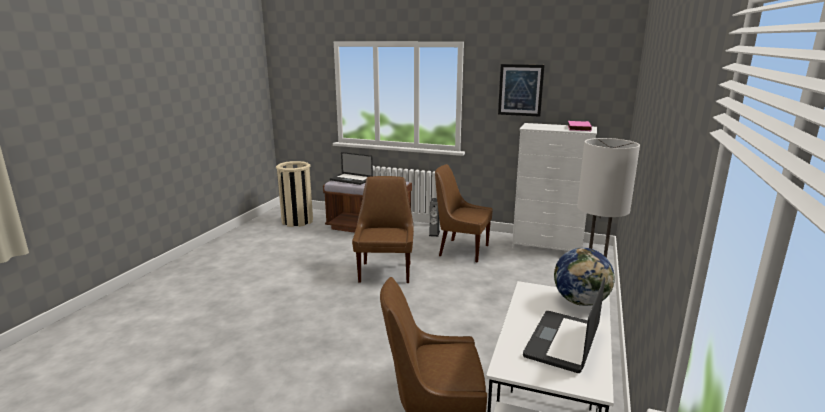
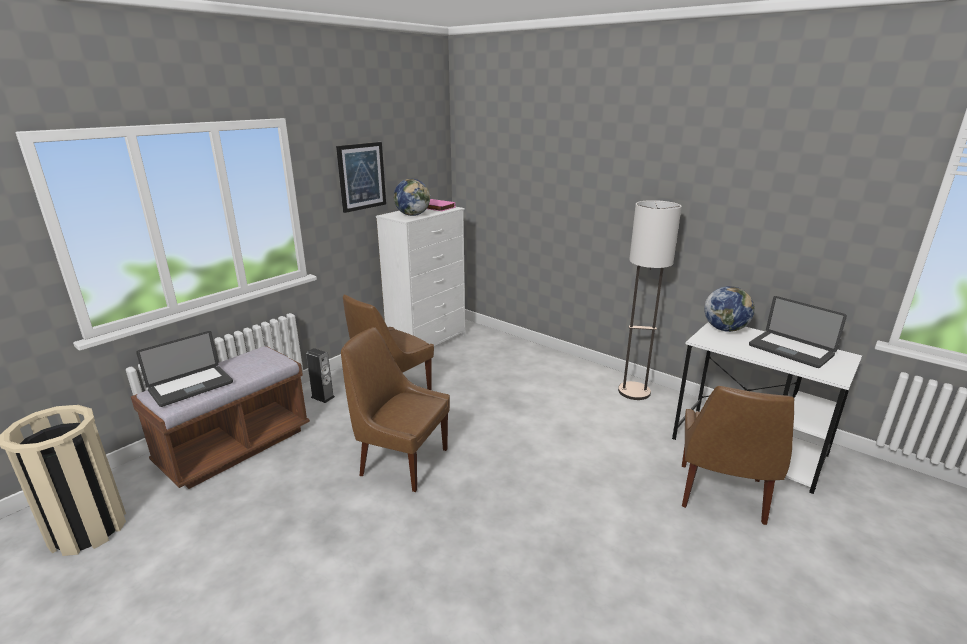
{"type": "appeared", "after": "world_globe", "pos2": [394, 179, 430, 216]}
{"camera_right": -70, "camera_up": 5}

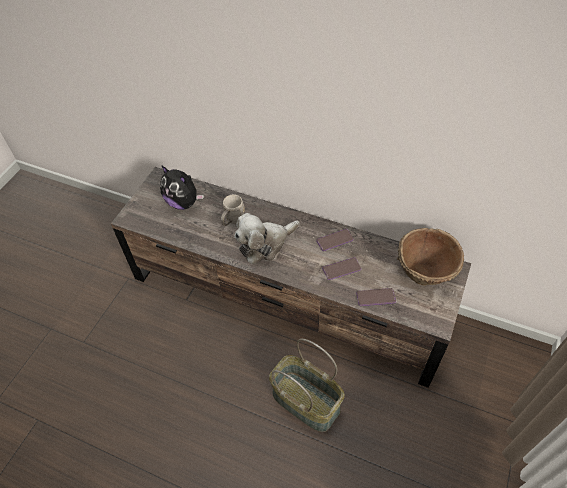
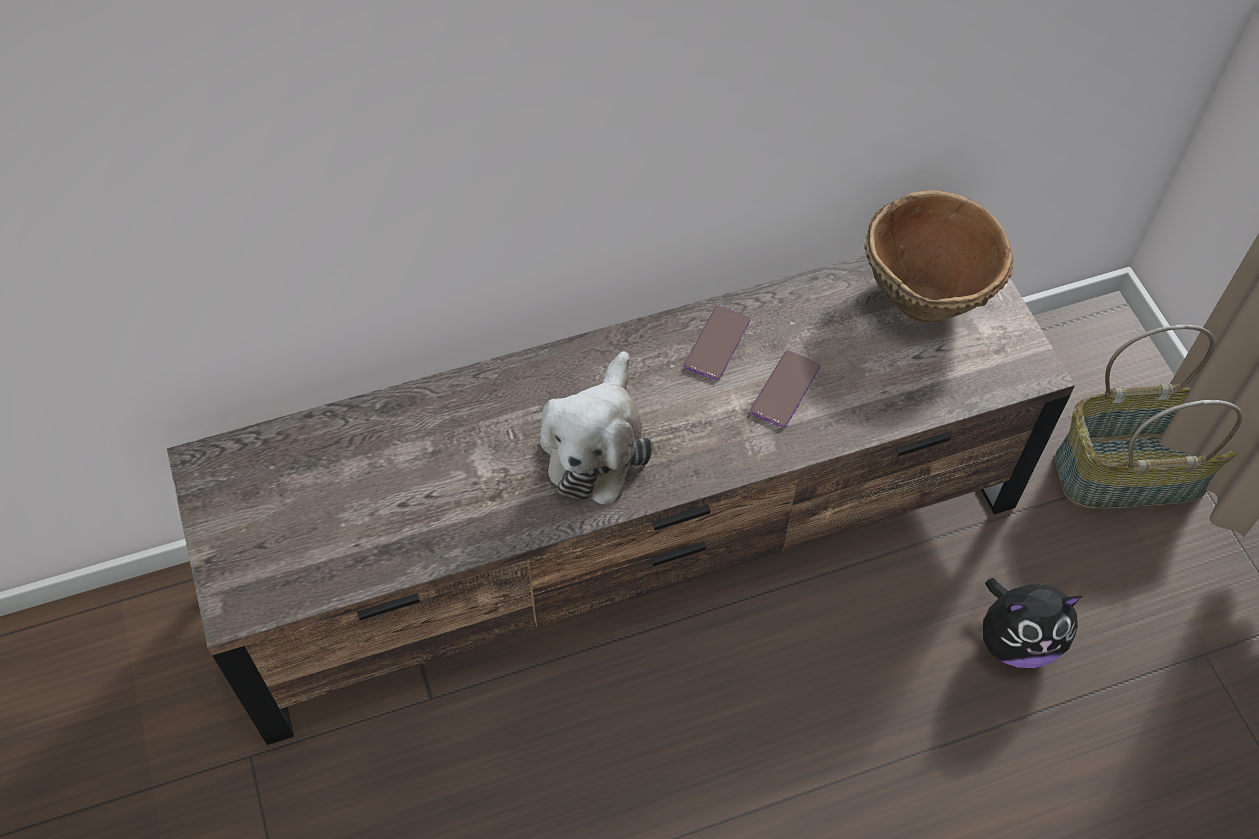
{"type": "relocated", "before": "soft_toy", "pos1": [160, 165, 204, 210], "pos2": [983, 578, 1083, 668]}
{"type": "relocated", "before": "household_basket", "pos1": [269, 339, 345, 432], "pos2": [1055, 324, 1242, 509]}
{"type": "missing", "before": "grey_coffee_mug", "pos1": [221, 195, 245, 226]}
{"type": "missing", "before": "handset", "pos1": [356, 288, 396, 306]}
{"camera_right": -45, "camera_up": 5}

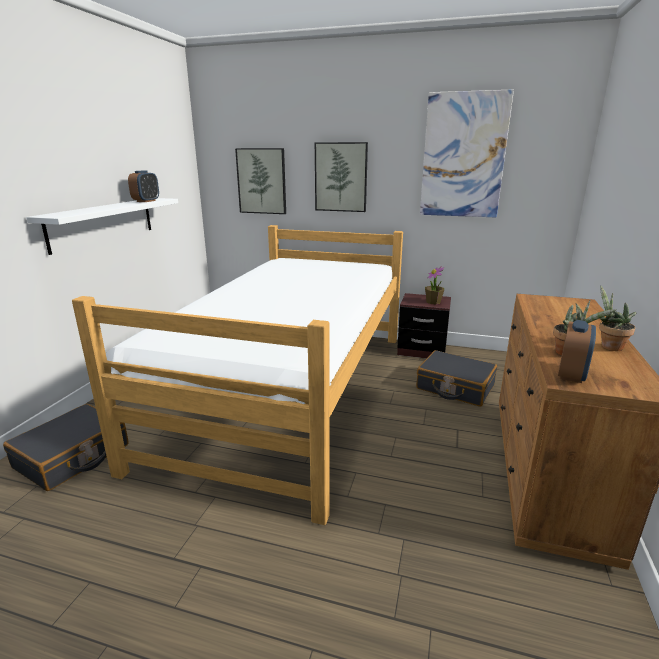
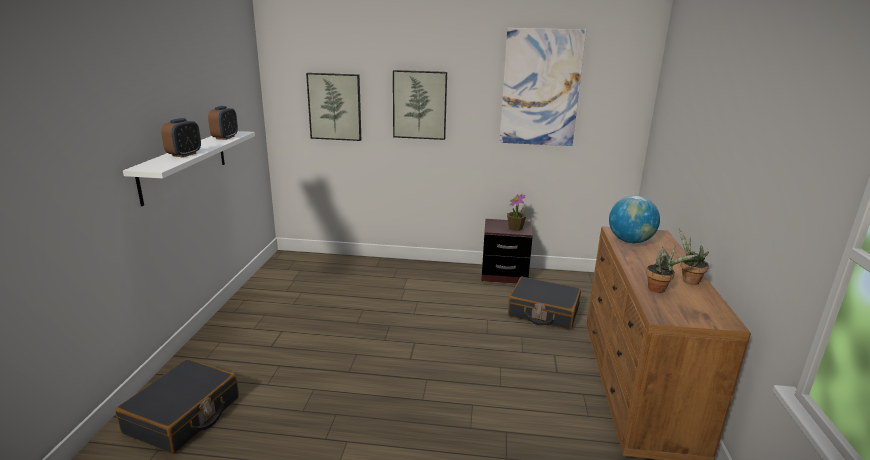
{"type": "relocated", "before": "alarm_clock", "pos1": [558, 320, 596, 383], "pos2": [161, 118, 201, 157]}
{"type": "appeared", "after": "world_globe", "pos2": [609, 196, 660, 243]}
{"type": "missing", "before": "bedroom_bed", "pos1": [72, 225, 403, 525]}
{"camera_right": -10, "camera_up": 0}

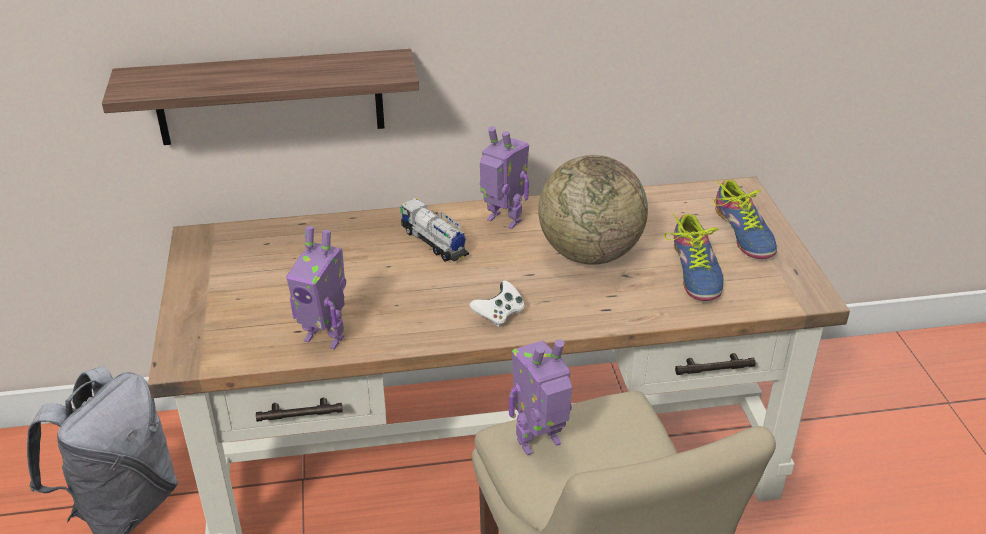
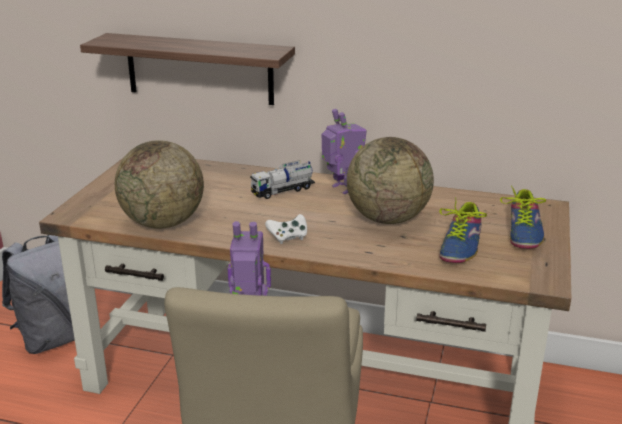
{"type": "exchanged", "before": "robot_figure", "after": "world_globe", "pos1": [286, 226, 346, 349], "pos2": [115, 140, 204, 229]}
{"type": "spun", "before": "toy_lorry", "pos1": [400, 198, 469, 262], "pos2": [250, 160, 315, 199], "turn": -105}
{"camera_right": 25, "camera_up": -10}

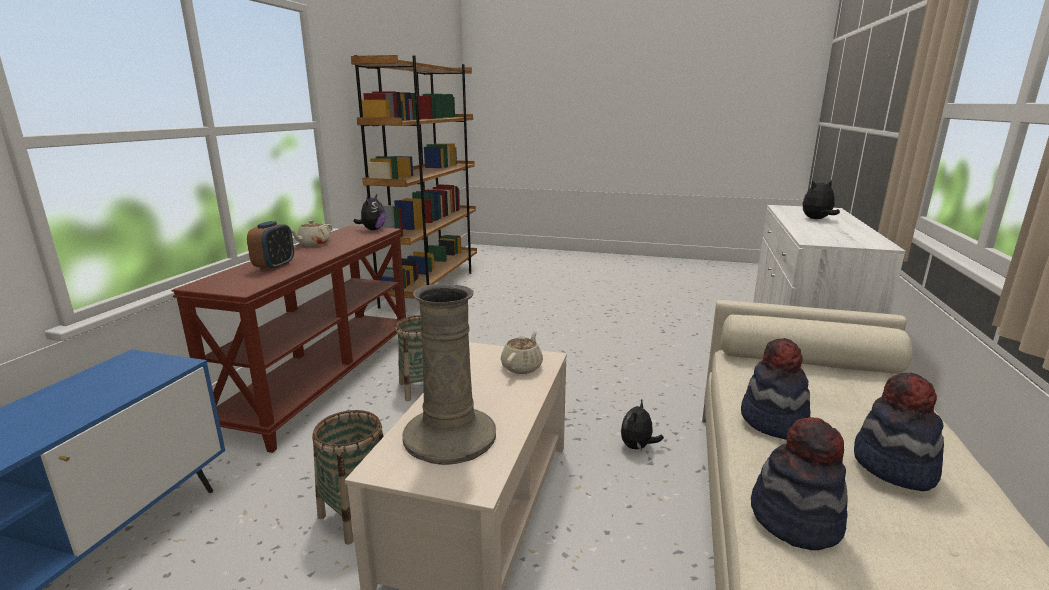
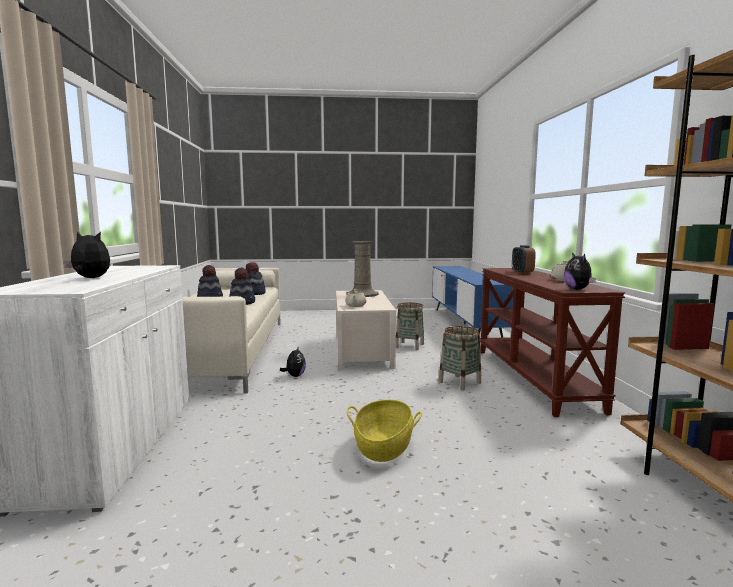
{"type": "spun", "before": "soft_toy", "pos1": [803, 179, 840, 219], "pos2": [64, 231, 110, 278], "turn": -135}
{"type": "appeared", "after": "household_basket", "pos2": [347, 400, 422, 462]}
{"camera_right": 160, "camera_up": -10}

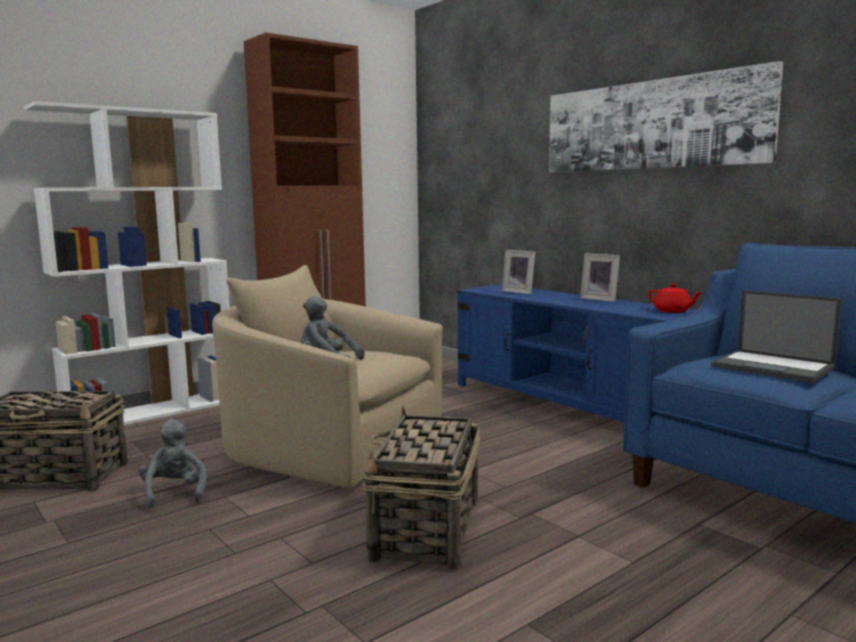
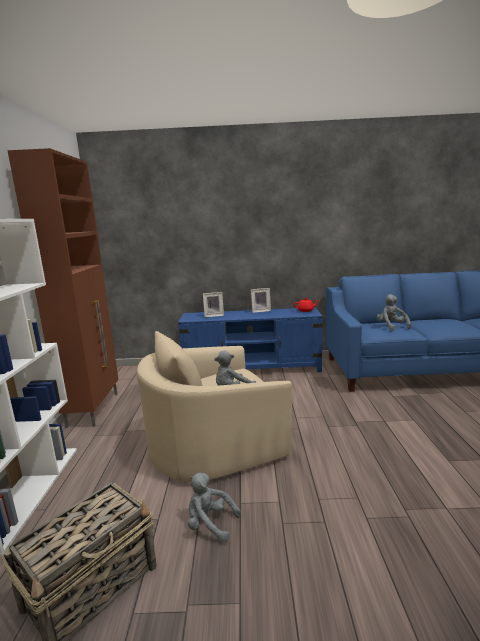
{"type": "exchanged", "before": "portable_computer", "after": "grey_soft_toy", "pos1": [711, 290, 842, 383], "pos2": [376, 294, 411, 331]}
{"type": "missing", "before": "household_basket", "pos1": [362, 407, 480, 570]}
{"type": "missing", "before": "picture", "pos1": [549, 61, 783, 172]}
{"camera_right": -50, "camera_up": 5}

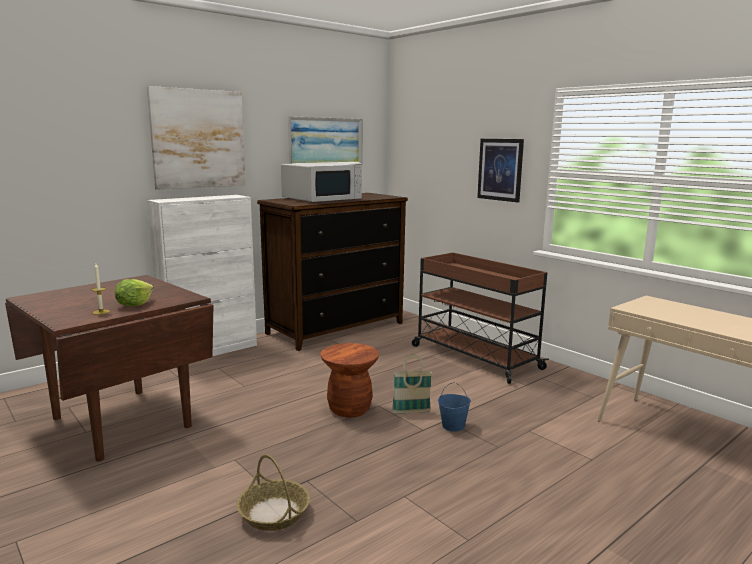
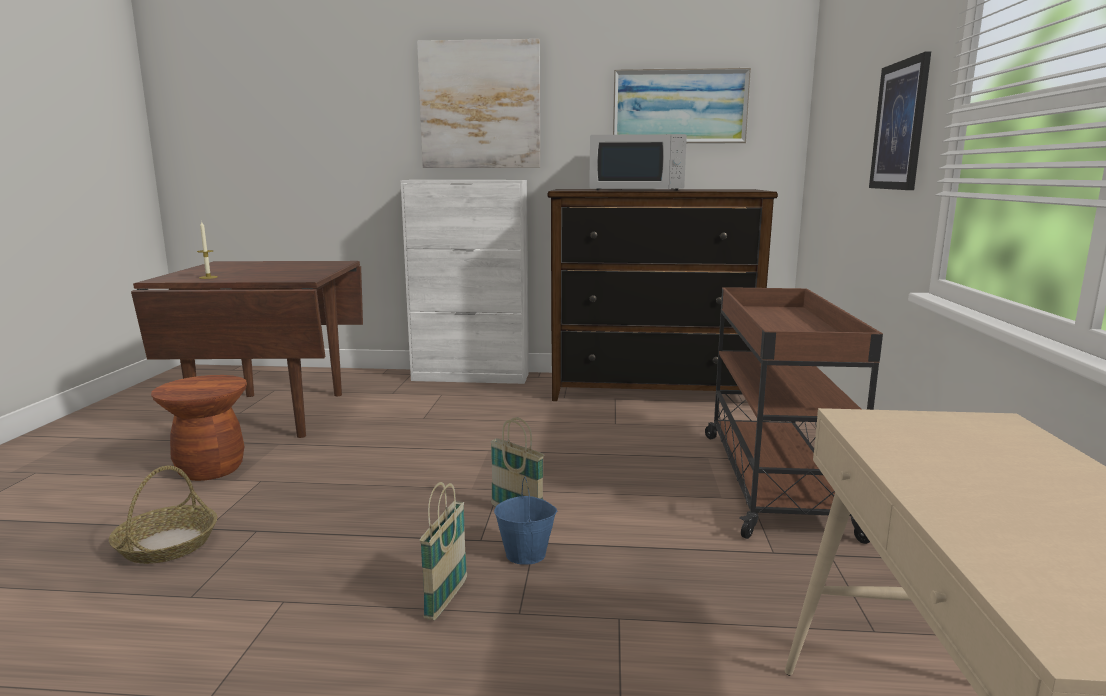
{"type": "relocated", "before": "brownish_stool_seat", "pos1": [320, 343, 379, 417], "pos2": [151, 375, 247, 481]}
{"type": "appeared", "after": "household_basket", "pos2": [420, 482, 467, 620]}
{"type": "missing", "before": "head_of_lettuce", "pos1": [115, 279, 154, 306]}
{"camera_right": 45, "camera_up": 0}

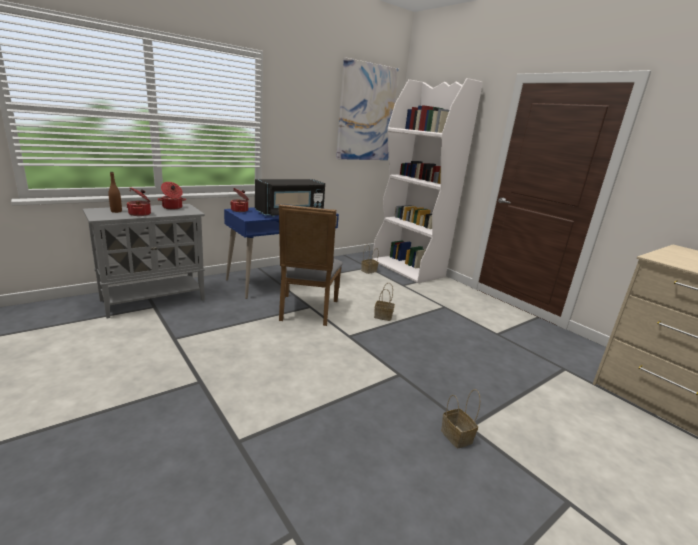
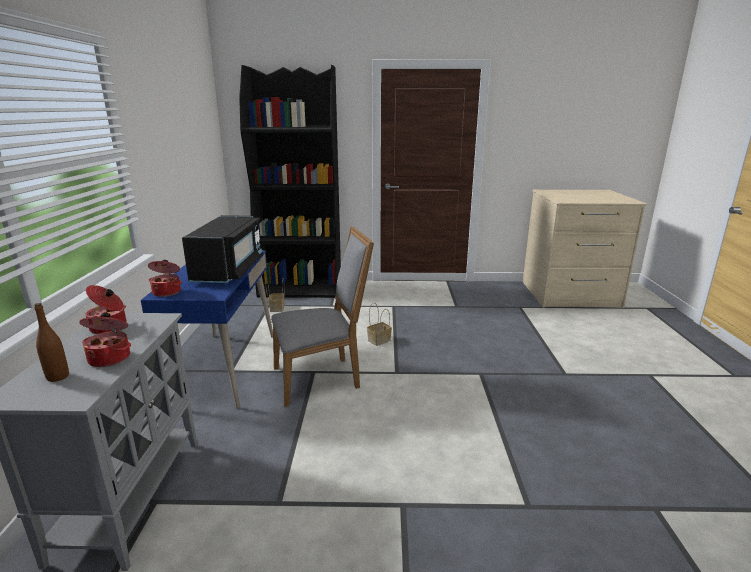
{"type": "colour", "before": "whitish_bookcase", "after": "black_bookcase", "pos1": [372, 78, 483, 283], "pos2": [239, 65, 341, 298]}
{"type": "spun", "before": "grey_upright_chair", "pos1": [279, 204, 343, 326], "pos2": [271, 227, 374, 407], "turn": -60}
{"type": "missing", "before": "picture", "pos1": [336, 58, 399, 160]}
{"type": "missing", "before": "household_basket", "pos1": [441, 389, 480, 449]}
{"camera_right": -50, "camera_up": 0}

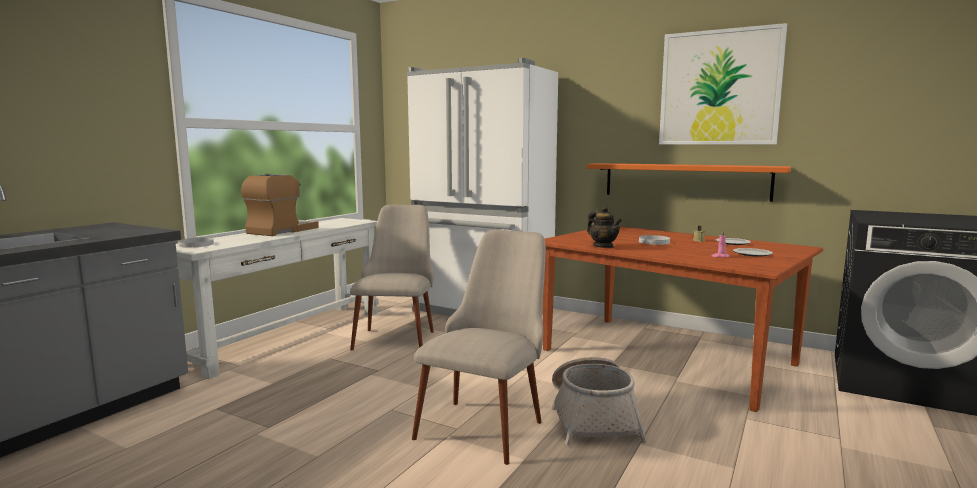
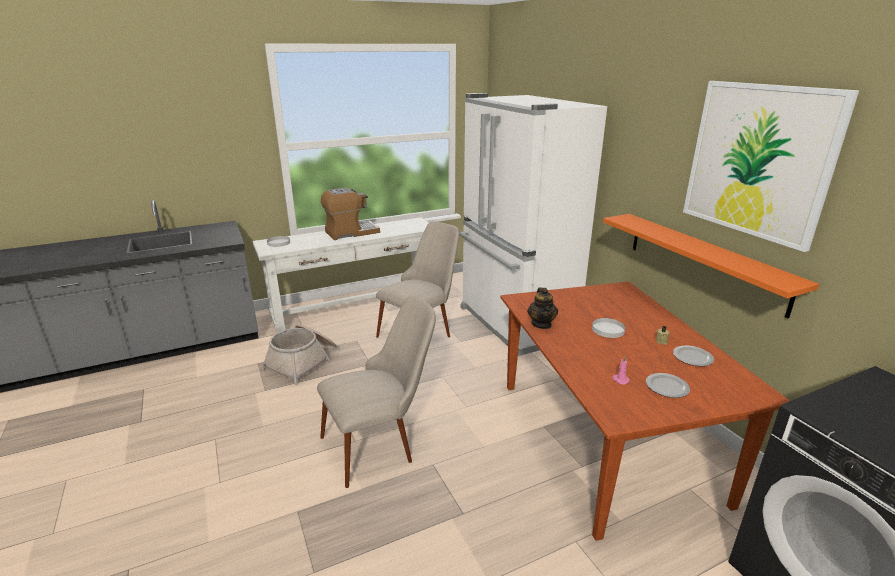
{"type": "relocated", "before": "household_basket", "pos1": [551, 357, 647, 446], "pos2": [262, 324, 337, 385]}
{"camera_right": 35, "camera_up": 15}

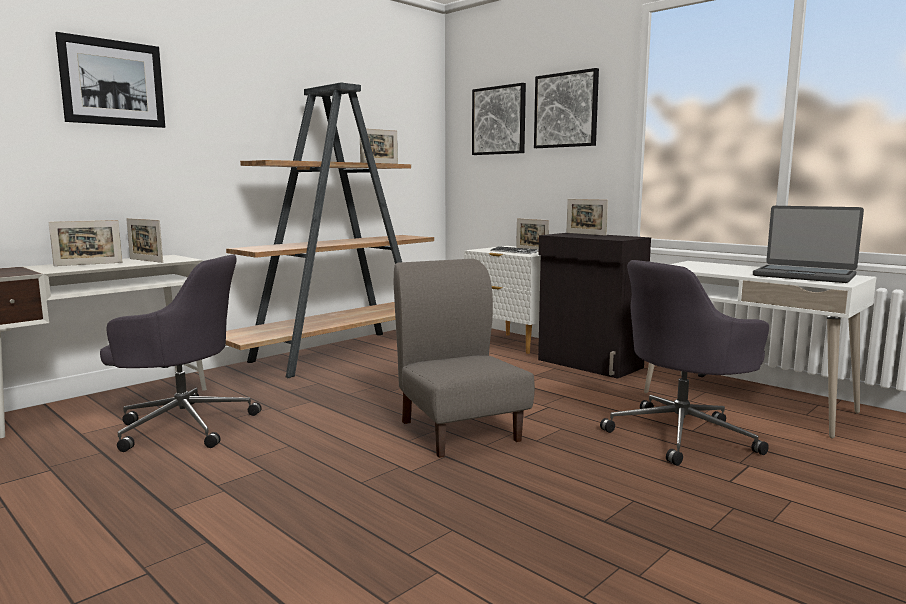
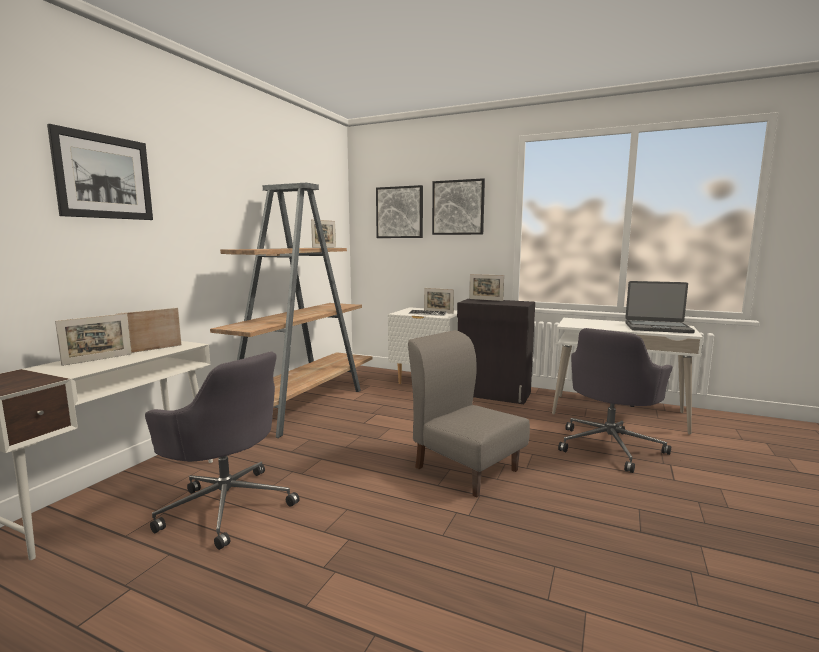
{"type": "spun", "before": "standing_frame", "pos1": [126, 218, 163, 263], "pos2": [116, 307, 182, 353], "turn": 120}
{"type": "spun", "before": "grey_desk_chair", "pos1": [100, 254, 261, 452], "pos2": [145, 351, 299, 550], "turn": 45}
{"camera_right": -20, "camera_up": 0}

